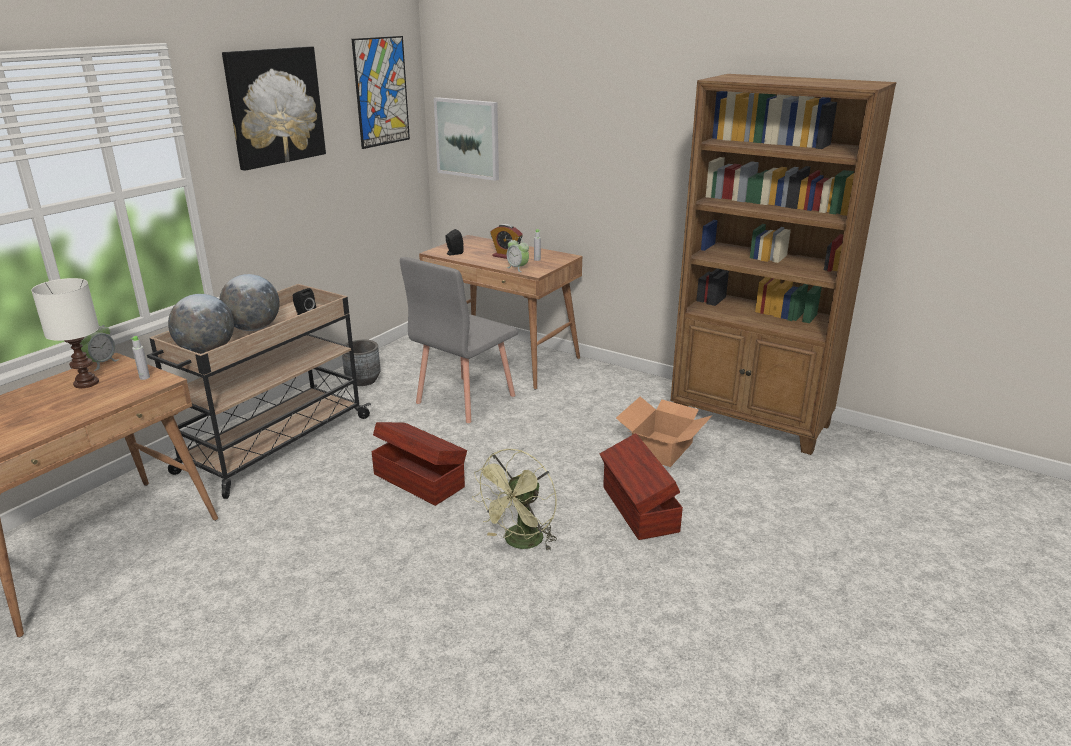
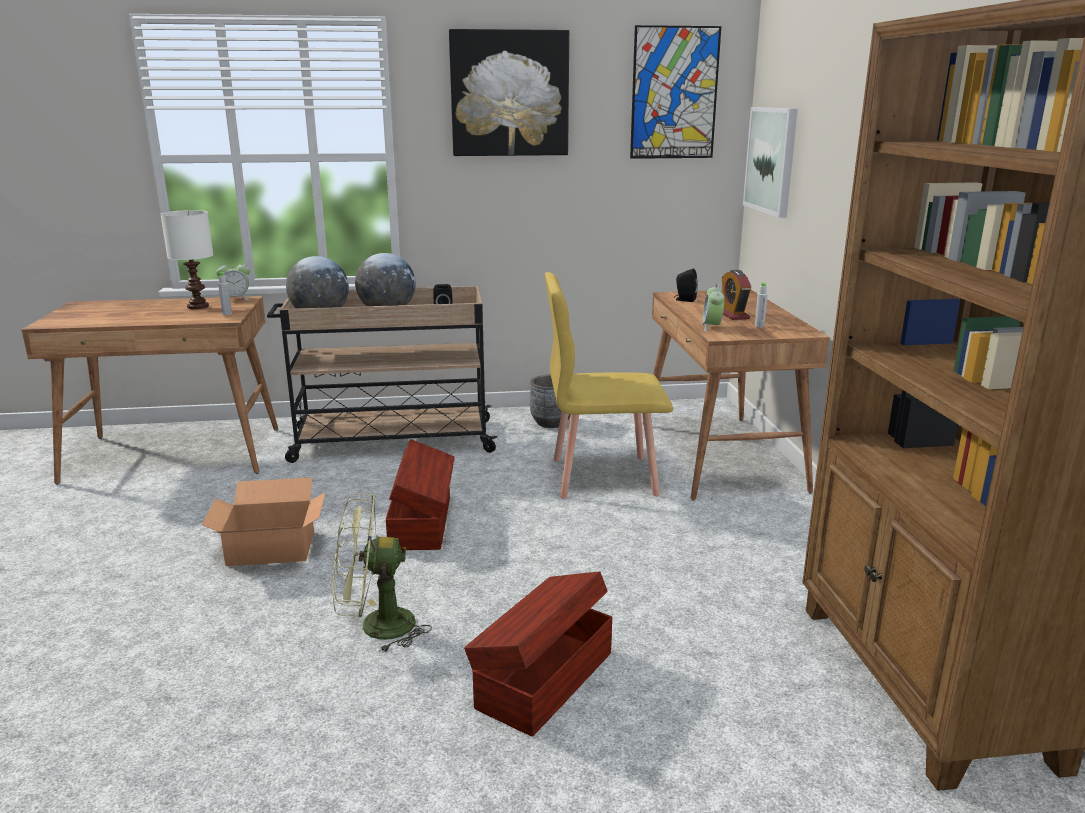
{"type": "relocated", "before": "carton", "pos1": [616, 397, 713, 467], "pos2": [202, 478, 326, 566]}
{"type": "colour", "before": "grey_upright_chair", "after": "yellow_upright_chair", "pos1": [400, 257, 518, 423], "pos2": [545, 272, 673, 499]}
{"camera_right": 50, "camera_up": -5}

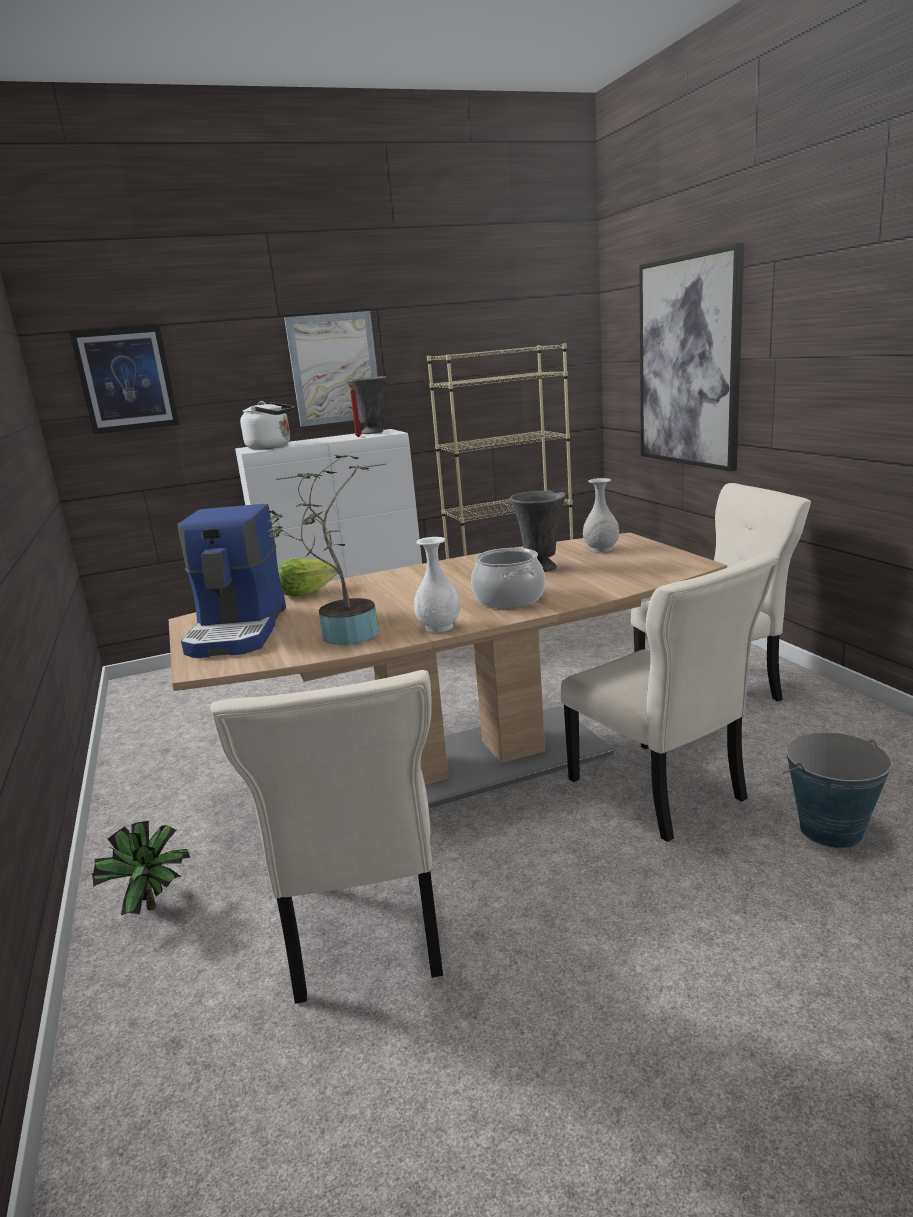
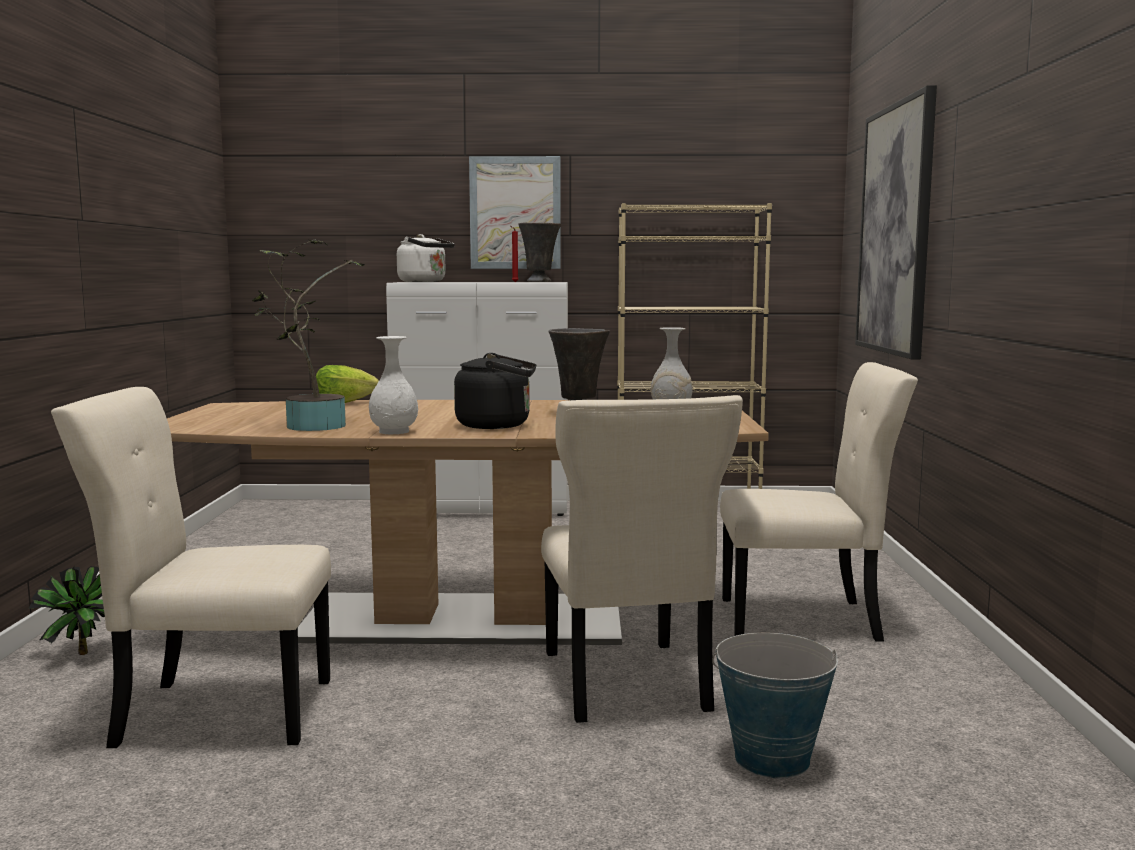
{"type": "spun", "before": "beige-coloured_upright_chair", "pos1": [210, 670, 443, 1004], "pos2": [51, 387, 331, 748], "turn": 75}
{"type": "exchanged", "before": "cooking_pot", "after": "black_water_kettle", "pos1": [471, 548, 545, 608], "pos2": [454, 353, 536, 429]}
{"type": "missing", "before": "picture", "pos1": [69, 325, 179, 435]}
{"type": "missing", "before": "coffee_maker", "pos1": [177, 504, 286, 658]}
{"camera_right": 20, "camera_up": -10}

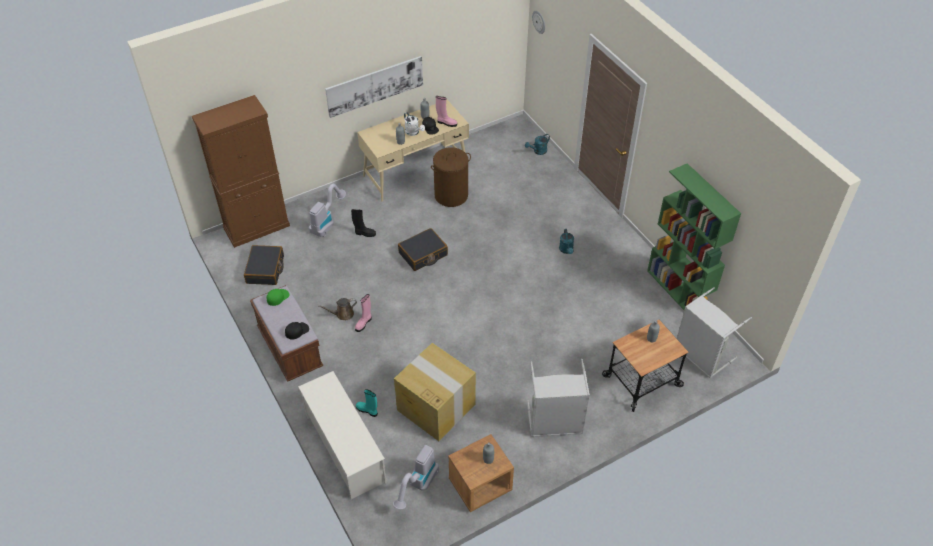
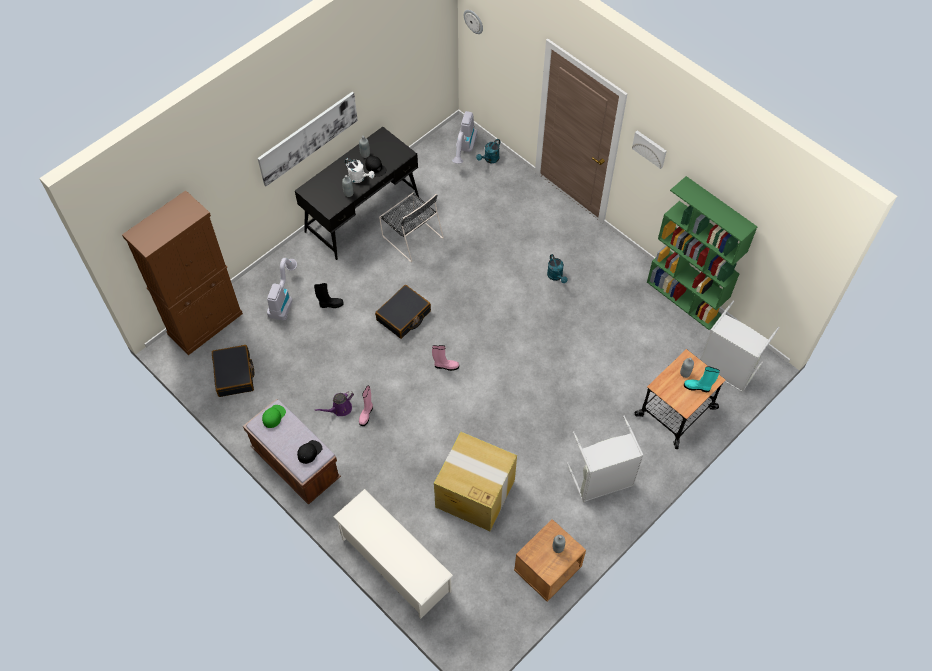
{"type": "colour", "before": "beige-coloured_desk_unit", "after": "black_desk_unit", "pos1": [357, 100, 469, 202], "pos2": [295, 127, 419, 260]}
{"type": "colour", "before": "brownish_sprinkling_can", "after": "purplish_sprinkling_can", "pos1": [318, 298, 357, 320], "pos2": [315, 391, 354, 416]}
{"type": "exchanged", "before": "brownish_hamper", "after": "black_upright_chair", "pos1": [431, 147, 471, 207], "pos2": [379, 193, 444, 262]}
{"type": "relocated", "before": "pink-coloured_tall_boot", "pos1": [436, 96, 457, 127], "pos2": [432, 345, 459, 371]}
{"type": "relocated", "before": "hoover", "pos1": [393, 445, 439, 510], "pos2": [452, 111, 477, 164]}
{"type": "appeared", "after": "picture", "pos2": [632, 130, 667, 169]}
{"type": "relocated", "before": "blue-green_tall_boot", "pos1": [356, 389, 378, 417], "pos2": [684, 367, 720, 392]}
{"camera_right": -15, "camera_up": 10}

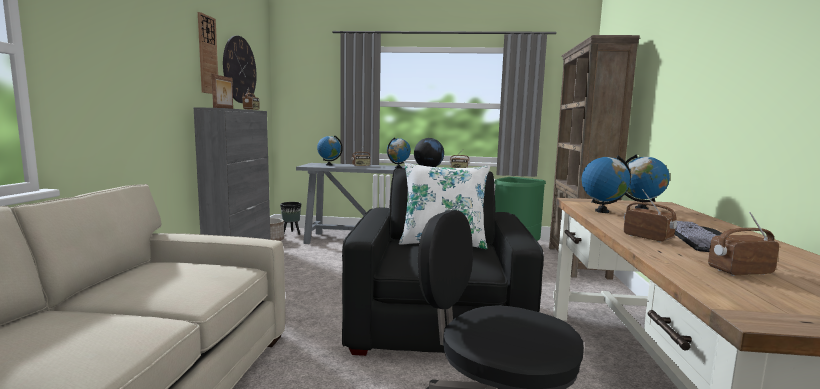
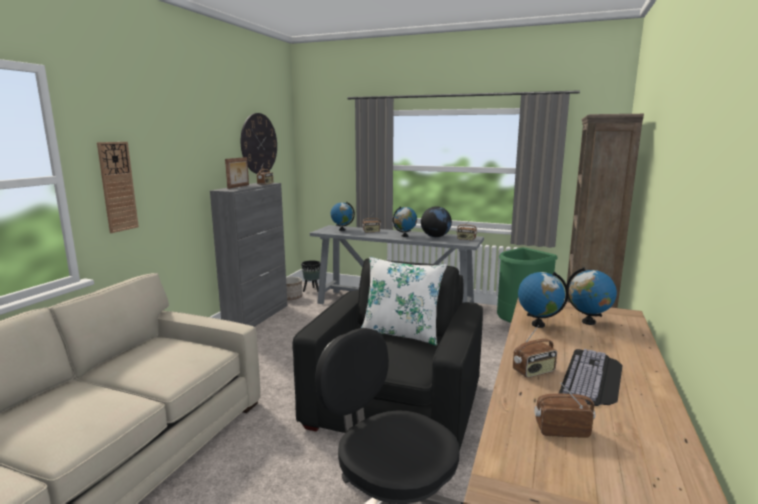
{"type": "relocated", "before": "hanging_clock", "pos1": [198, 12, 218, 94], "pos2": [97, 142, 139, 233]}
{"type": "spun", "before": "radio", "pos1": [624, 189, 677, 242], "pos2": [513, 325, 557, 378], "turn": 90}
{"camera_right": 15, "camera_up": 5}

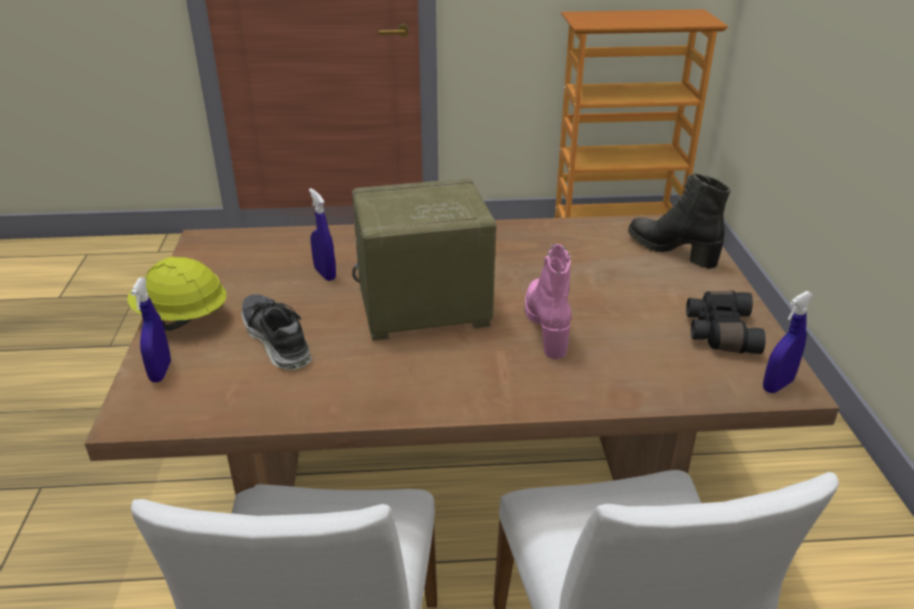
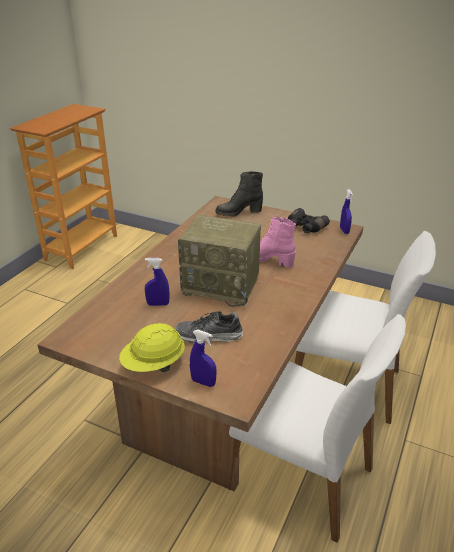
{"type": "spun", "before": "radio", "pos1": [352, 178, 497, 341], "pos2": [178, 215, 261, 307], "turn": -90}
{"camera_right": -60, "camera_up": 0}

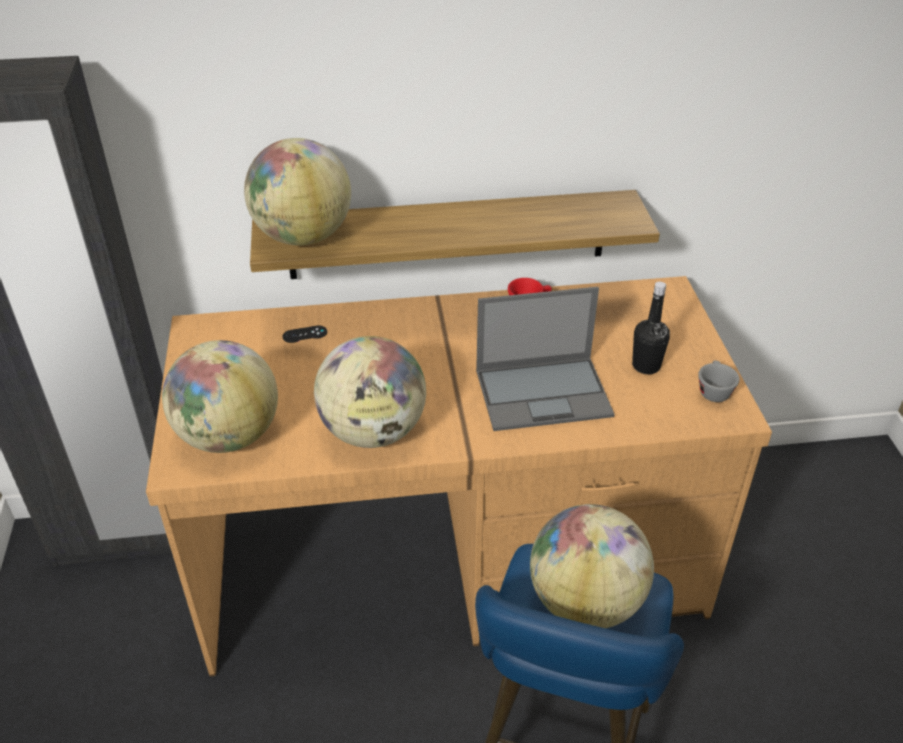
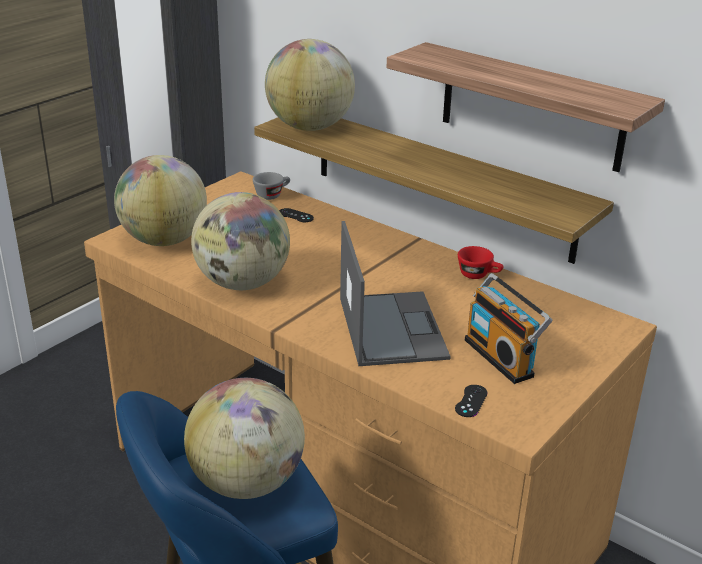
{"type": "relocated", "before": "grey_drinking_cup", "pos1": [698, 360, 739, 402], "pos2": [253, 172, 290, 200]}
{"type": "spun", "before": "portable_computer", "pos1": [476, 287, 615, 431], "pos2": [340, 221, 451, 366], "turn": -135}
{"type": "appeared", "after": "wall_shelf", "pos2": [386, 42, 665, 172]}
{"type": "appeared", "after": "black_game_controller", "pos2": [455, 385, 487, 417]}
{"type": "exchanged", "before": "black_bottle", "after": "radio", "pos1": [632, 282, 670, 374], "pos2": [465, 273, 553, 384]}
{"camera_right": 45, "camera_up": -10}

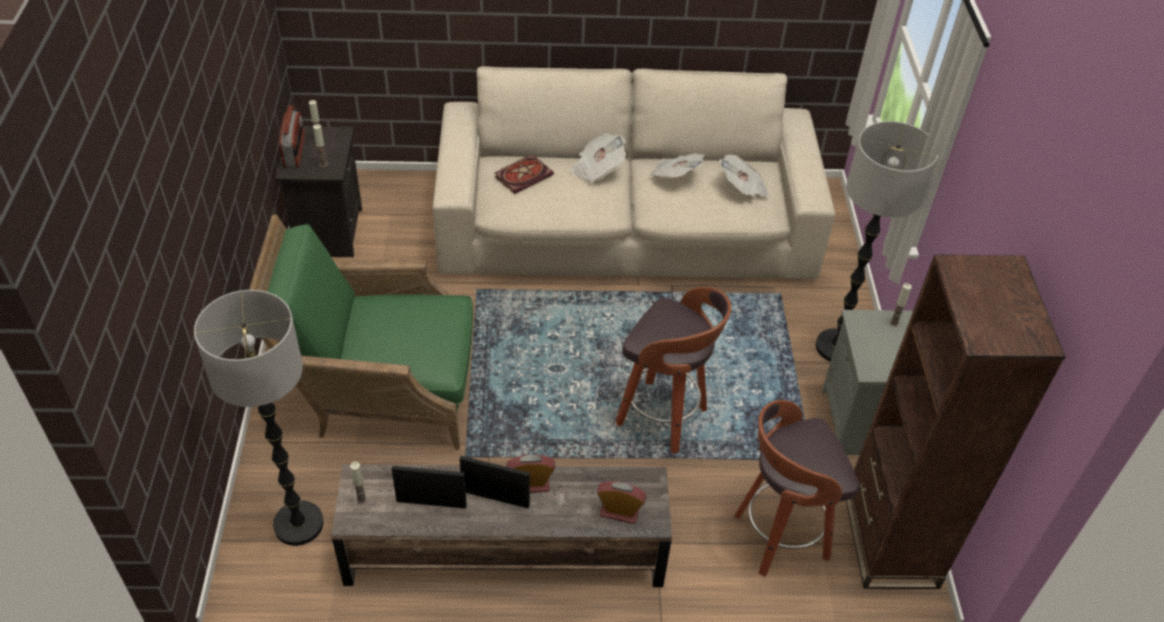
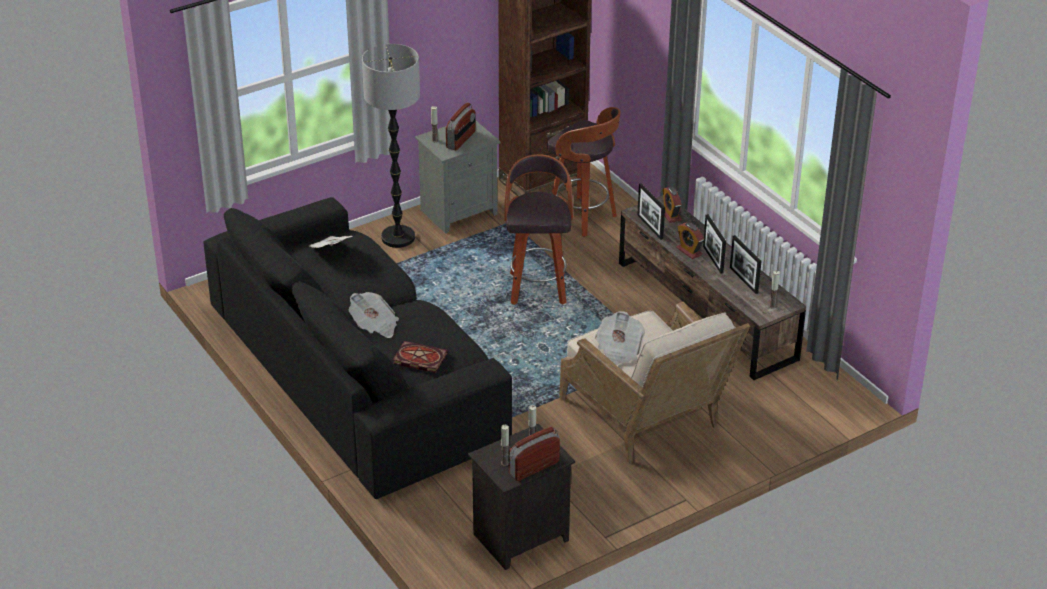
{"type": "colour", "before": "beige-coloured_couch", "after": "black_couch", "pos1": [433, 66, 835, 279], "pos2": [203, 197, 512, 499]}
{"type": "appeared", "after": "radio", "pos2": [446, 102, 476, 150]}
{"type": "colour", "before": "green_lounge_chair", "after": "beige-coloured_lounge_chair", "pos1": [249, 214, 473, 450], "pos2": [559, 302, 750, 464]}
{"type": "relocated", "before": "daily_paper", "pos1": [650, 153, 705, 178], "pos2": [595, 311, 645, 365]}
{"type": "appeared", "after": "standing_frame", "pos2": [637, 183, 665, 240]}
{"type": "missing", "before": "standing_lamp", "pos1": [194, 290, 324, 546]}
{"camera_right": -120, "camera_up": -10}

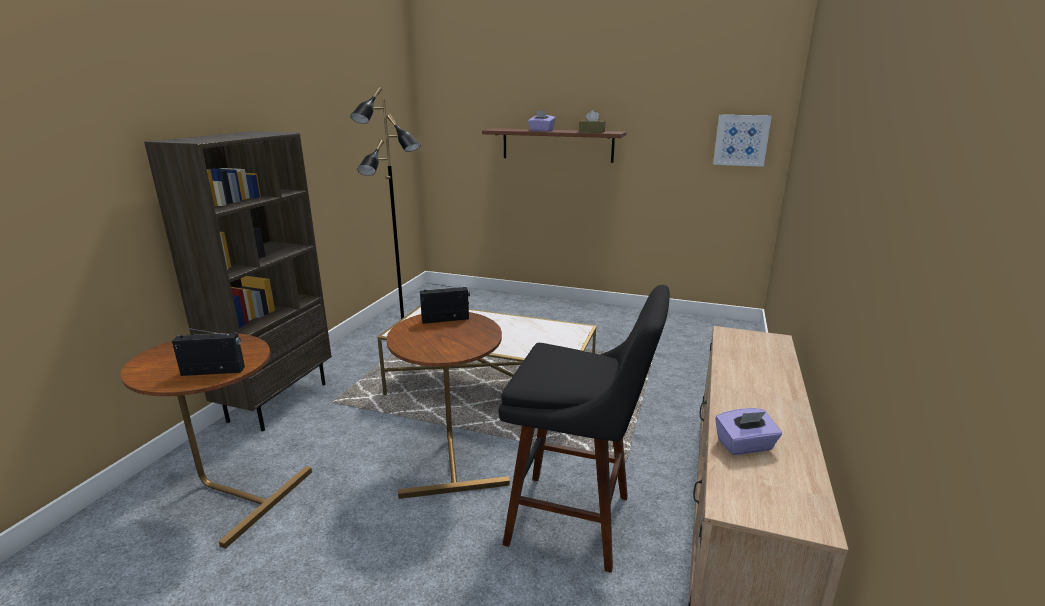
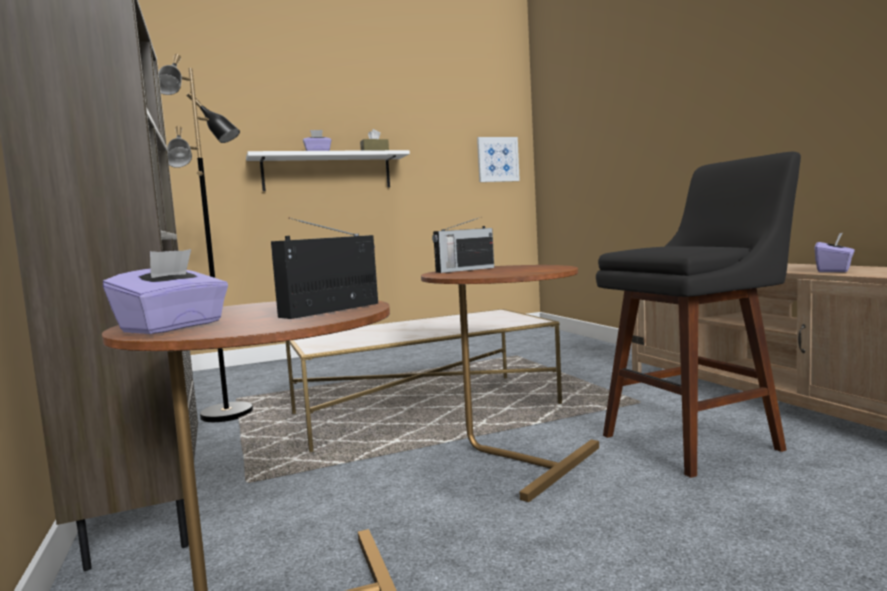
{"type": "appeared", "after": "purplish_tissue_holder", "pos2": [103, 249, 228, 334]}
{"type": "colour", "before": "brownish_wall_shelf", "after": "whitish_wall_shelf", "pos1": [482, 128, 627, 163], "pos2": [246, 150, 410, 191]}
{"type": "spun", "before": "radio", "pos1": [420, 283, 470, 324], "pos2": [432, 217, 494, 273], "turn": -150}
{"camera_right": -40, "camera_up": -15}

